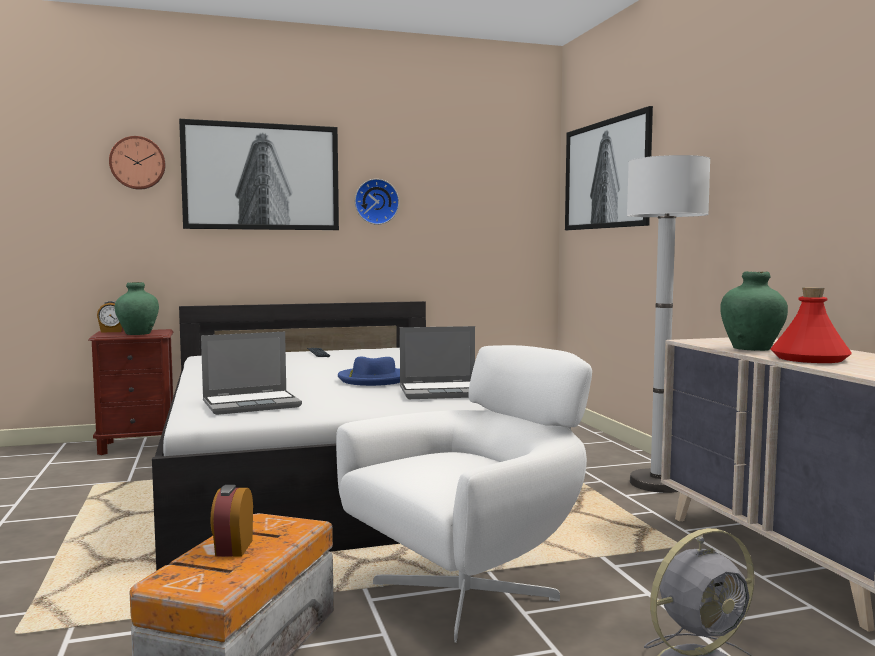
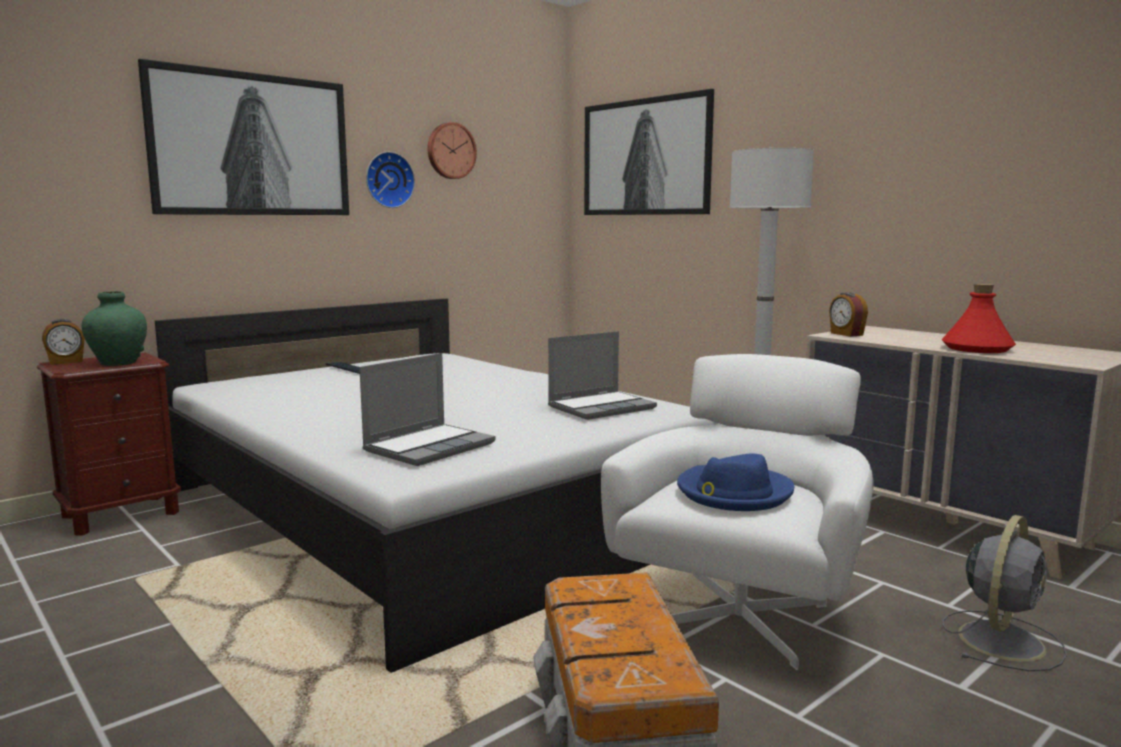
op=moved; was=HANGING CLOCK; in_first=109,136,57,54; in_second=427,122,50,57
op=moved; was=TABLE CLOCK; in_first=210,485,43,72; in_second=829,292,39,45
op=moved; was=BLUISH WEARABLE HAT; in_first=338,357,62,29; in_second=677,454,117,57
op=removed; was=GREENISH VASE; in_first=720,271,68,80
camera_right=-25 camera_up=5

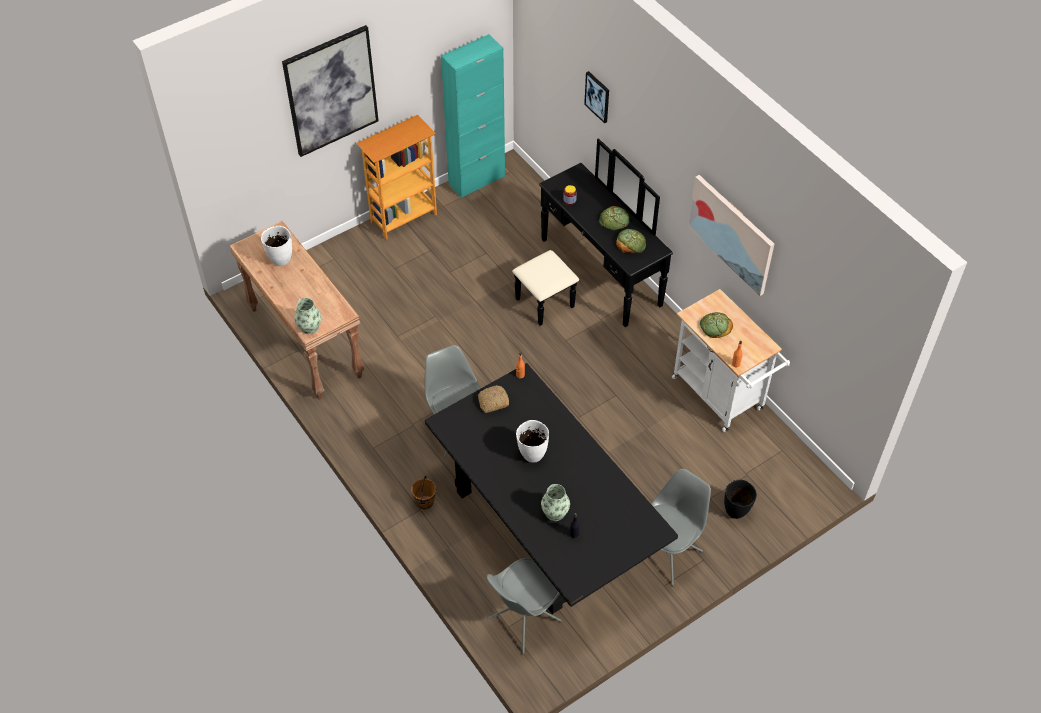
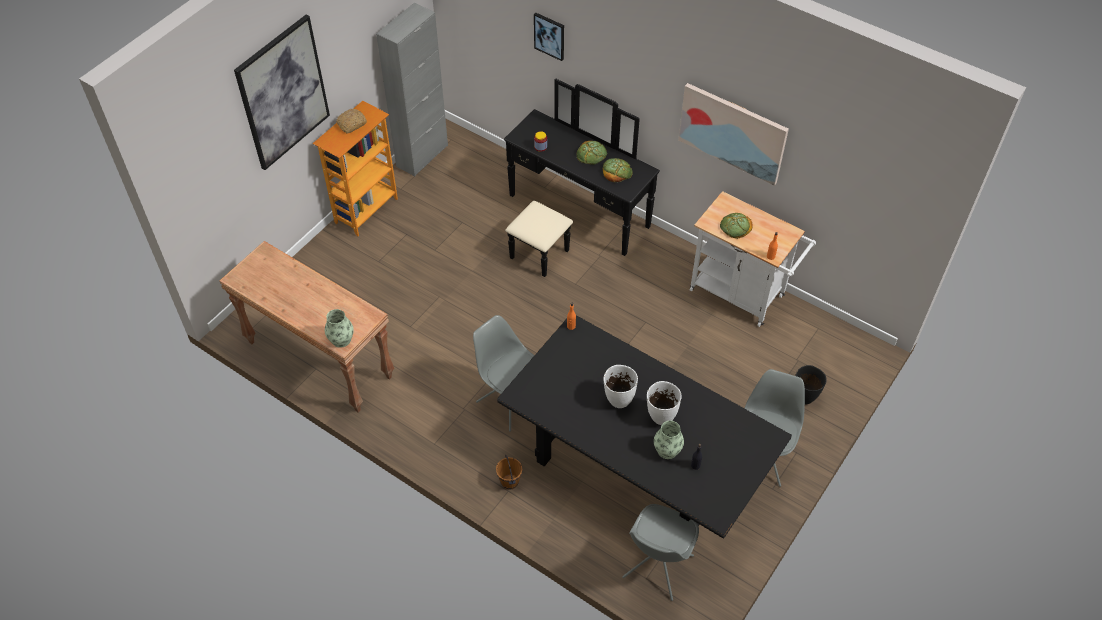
op=moved; was=WHITE-COLOURED VASE; in_first=261,226,31,40; in_second=647,381,35,44
op=recoloured; was=TURQUOISE-COLOURED CUPBOARD; now=GREY CUPBOARD; in_first=441,34,64,164; in_second=376,3,72,173
op=moved; was=BAKED BREAD; in_first=478,385,31,28; in_second=336,109,31,25
camera_right=-20 camera_up=0

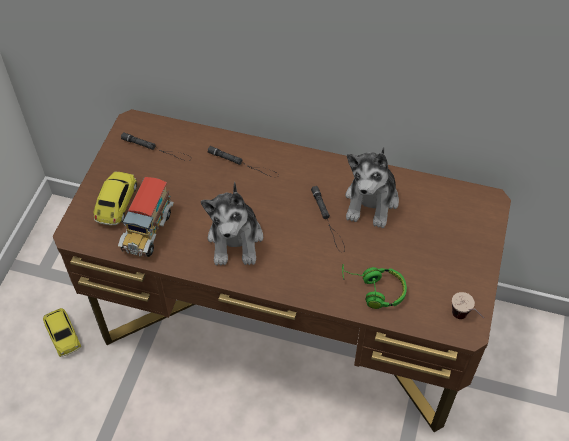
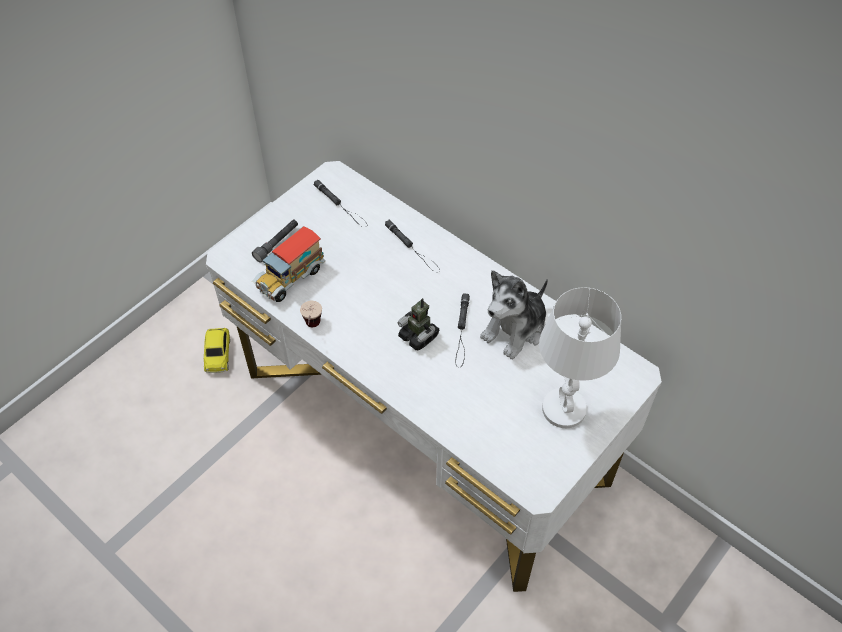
op=recoloured; was=BROWNISH DESK UNIT; now=WHITE-COLOURED DESK UNIT; in_first=53,109,458,323; in_second=206,161,456,431
op=replaced; was=MODEL CAR; now=GREY TORCH; in_first=93,171,44,54; in_second=252,220,46,43
op=removed; was=PLUSH TOY; in_first=201,182,62,84
op=removed; was=GREENISH PAIR OF HEADPHONES; in_first=342,264,65,45
op=moved; was=CUP; in_first=452,292,32,27; in_second=300,301,22,26
op=added; now=ROBOT FIGURE; in_second=397,298,42,52
op=added; now=WHITE-COLOURED TABLE LAMP; in_second=539,287,82,141
camera_right=25 camera_up=0

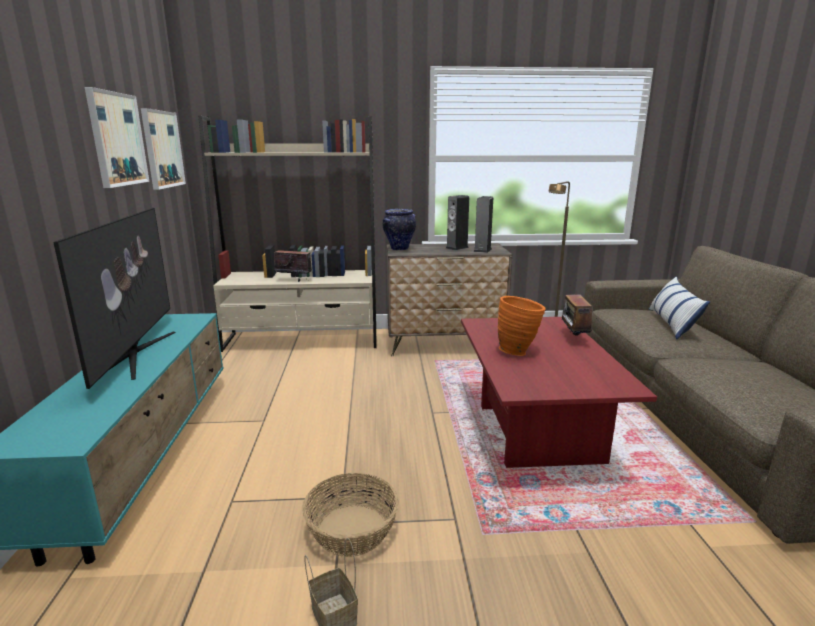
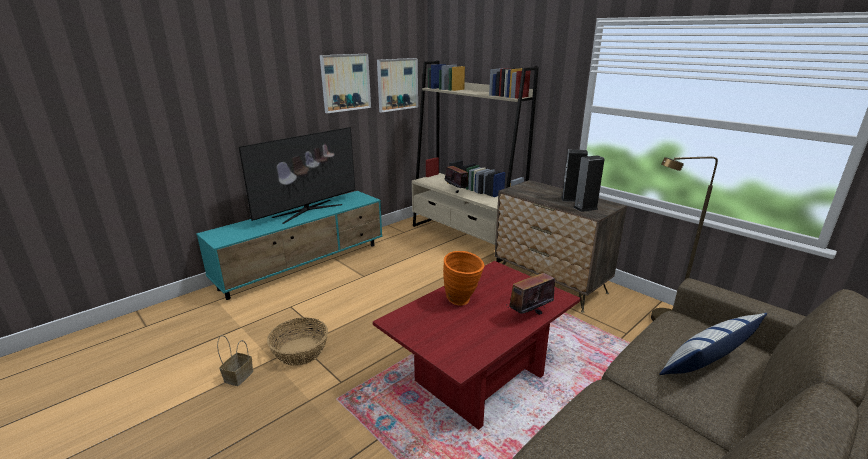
op=removed; was=VASE; in_first=383,209,33,42
camera_right=50 camera_up=5

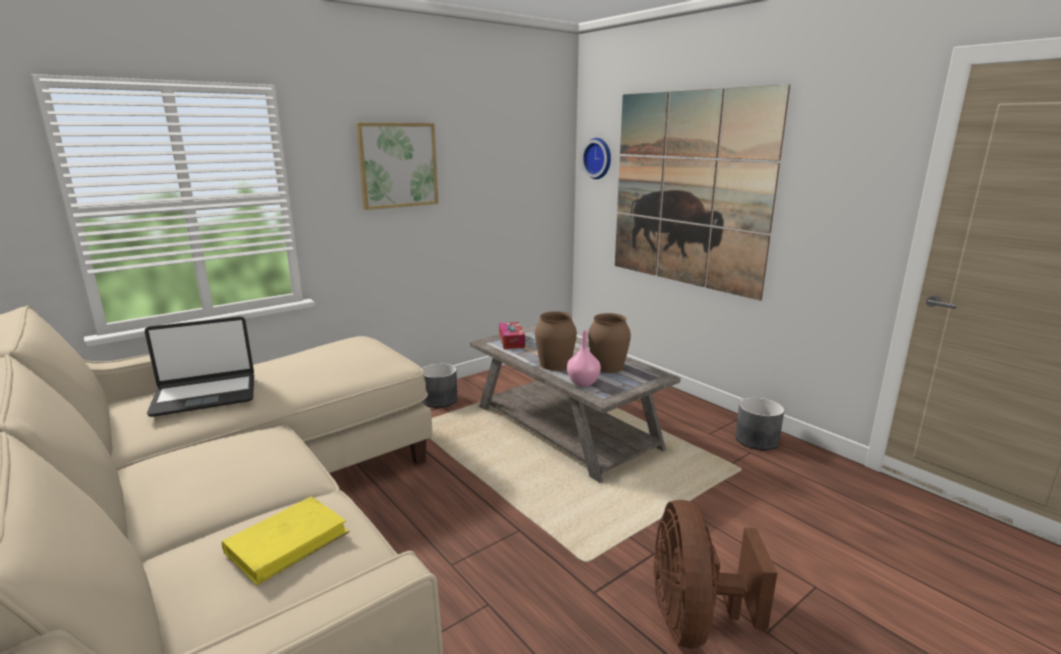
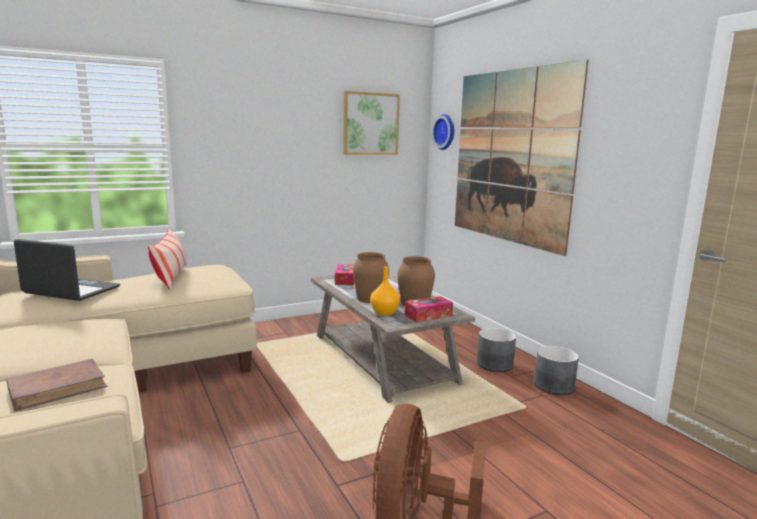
op=turned; was=PORTABLE COMPUTER; in_first=145,317,109,100; in_second=14,239,106,62; clockwise=-150
op=recoloured; was=YELLOWISH BOUND BOOK; now=BROWNISH BOUND BOOK; in_first=222,496,128,89; in_second=6,359,102,52
op=moved; was=WALL ART; in_first=356,123,82,87; in_second=343,91,57,64
op=moved; was=GREY FLOWER POT; in_first=422,363,35,45; in_second=477,328,39,44
op=recoloured; was=PINK VASE; now=ORANGEY VASE; in_first=567,331,34,55; in_second=370,266,30,50
op=added; now=THROW PILLOW; in_second=148,228,39,62
op=added; now=BOX OF TISSUES; in_second=404,296,49,26
camera_right=10 camera_up=-5

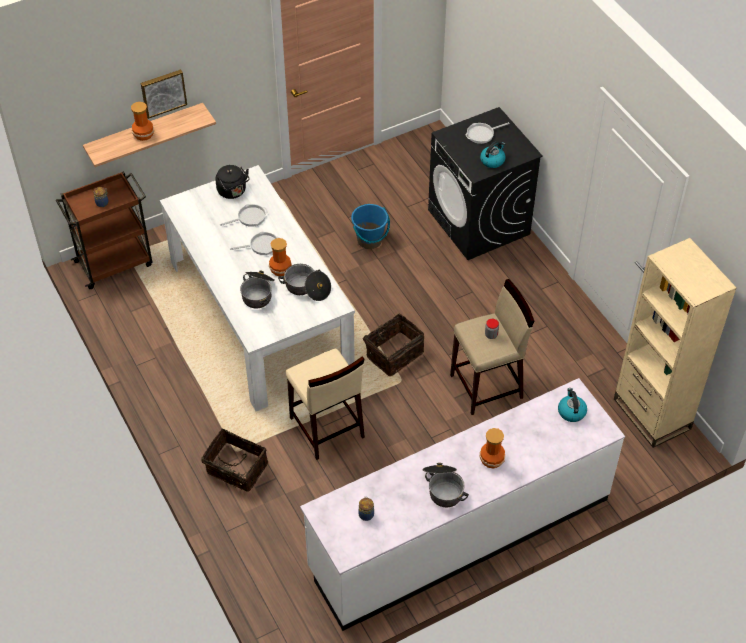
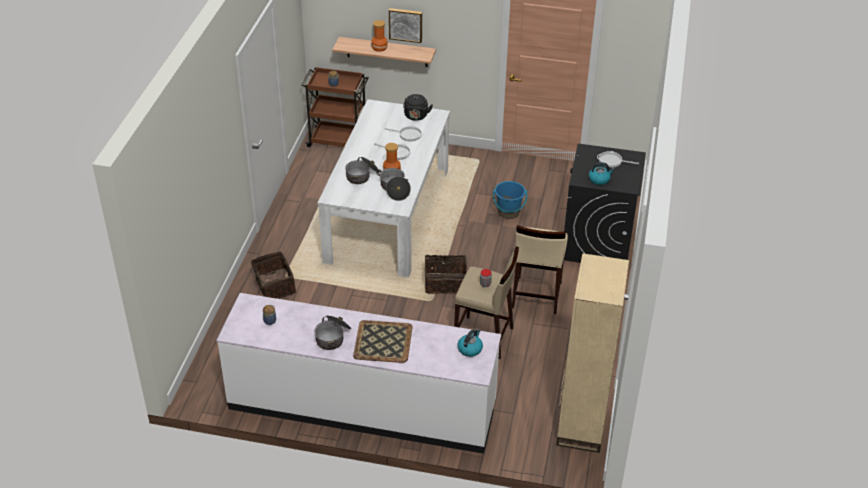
op=moved; was=BEIGE STOOL; in_first=286,348,79,112; in_second=512,225,56,89
op=replaced; was=VASE; now=TRAY; in_first=480,428,25,41; in_second=353,320,60,43
camera_right=40 camera_up=-10

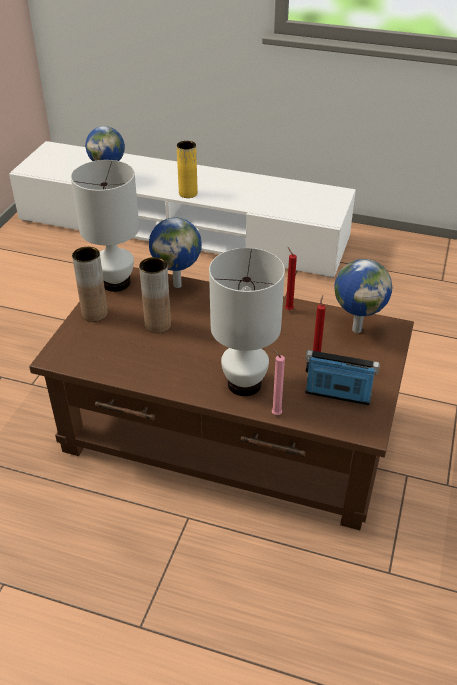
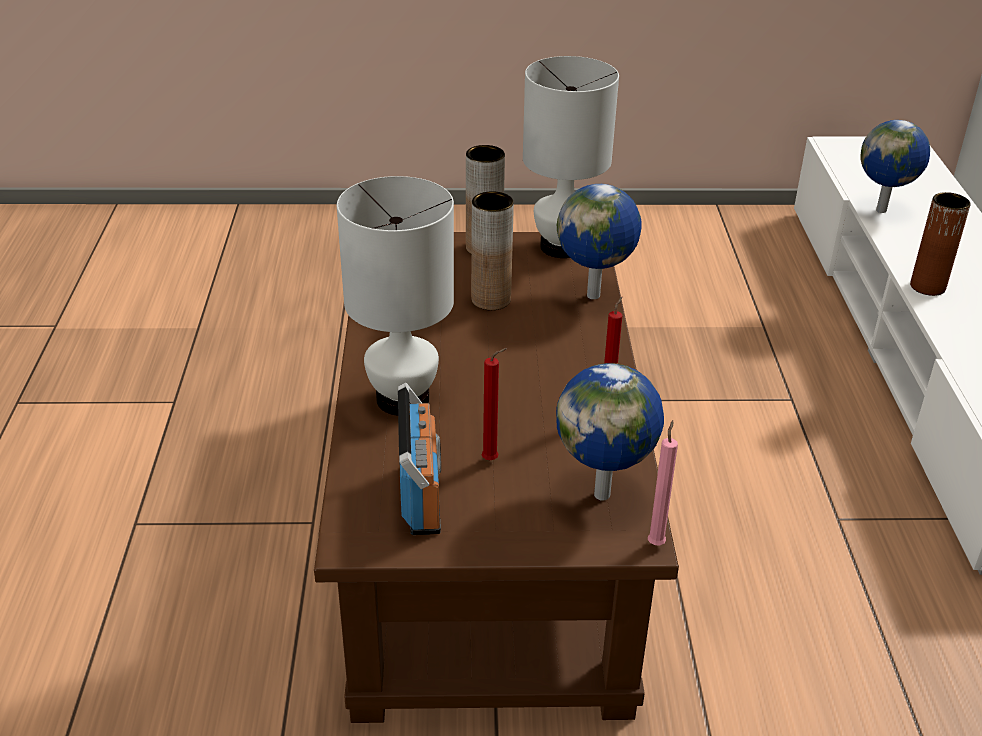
op=recoloured; was=YELLOWISH VASE; now=BROWNISH VASE; in_first=177,141,21,57; in_second=910,192,61,104
op=moved; was=PINK WAX LIGHT; in_first=272,348,13,67; in_second=648,420,30,125
camera_right=70 camera_up=-5

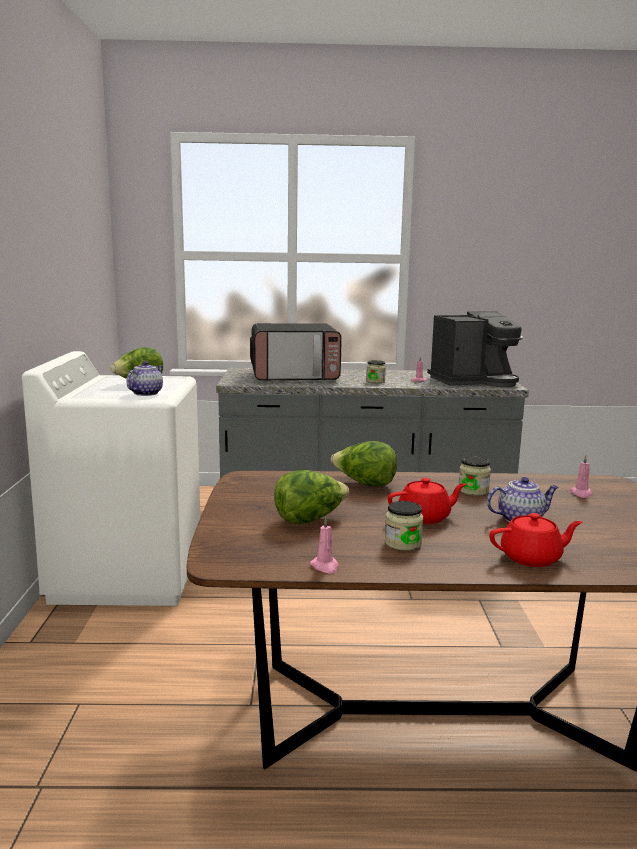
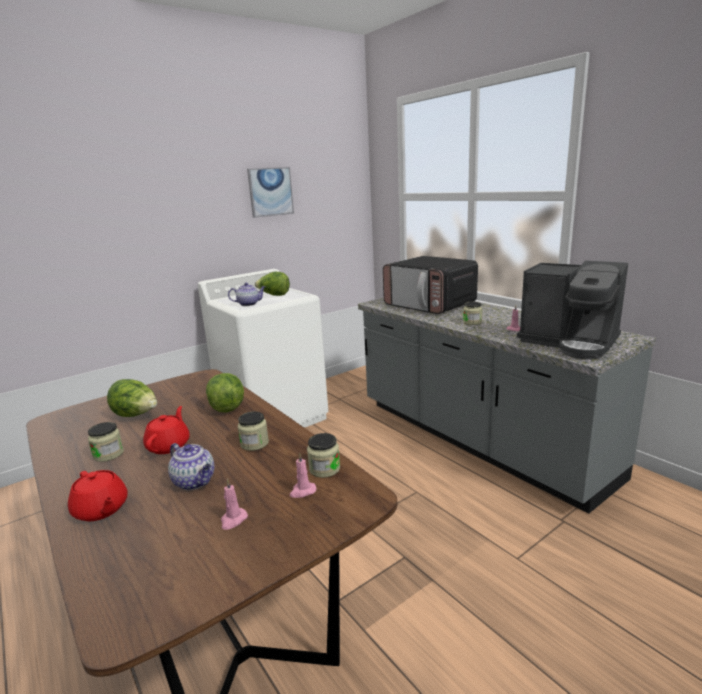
op=moved; was=PINK WAX LIGHT; in_first=310,517,29,57; in_second=221,479,27,51
op=turned; was=REDDISH POT FOR TEA; in_first=388,478,79,46; in_second=143,406,47,48; clockwise=-120
op=added; now=WALL ART; in_second=247,167,47,51
op=added; now=STORAGE JAR; in_second=307,433,33,45
camera_right=55 camera_up=5

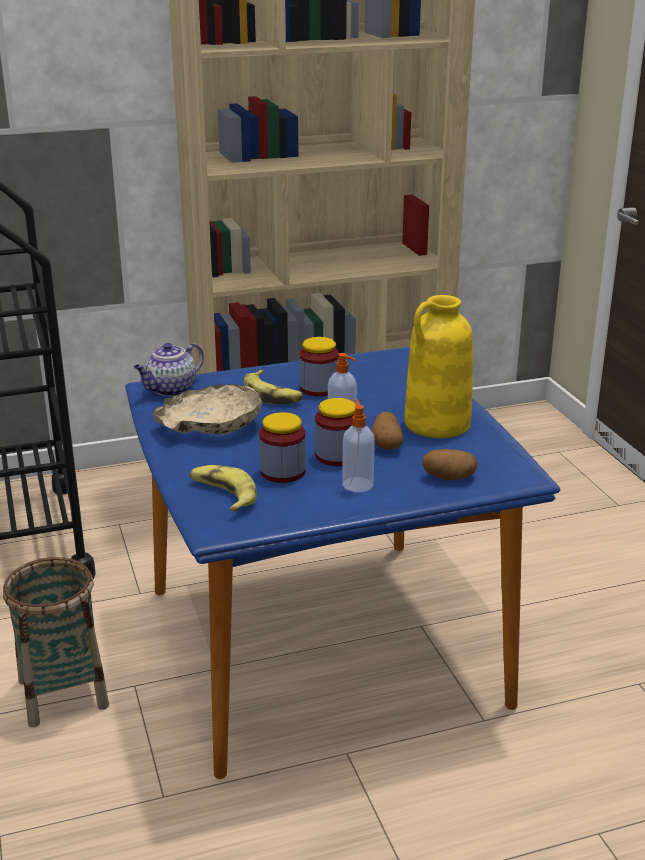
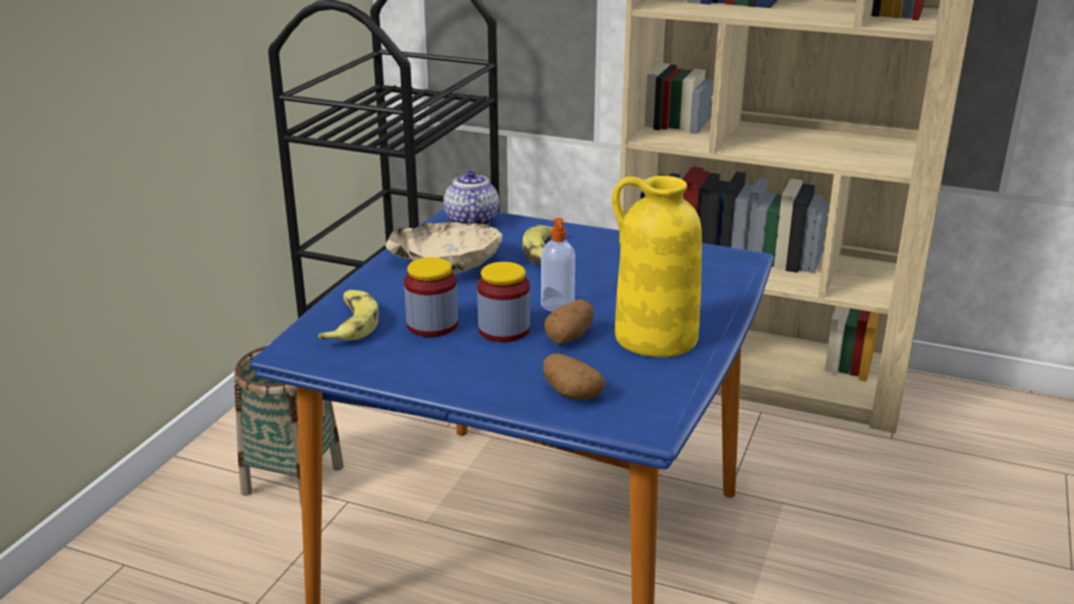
op=turned; was=POT FOR TEA; in_first=134,343,70,53; in_second=443,170,56,55; clockwise=90
op=removed; was=STORAGE JAR; in_first=299,337,40,60
op=removed; was=SOAP DISPENSER; in_first=342,399,33,94
camera_right=40 camera_up=0

